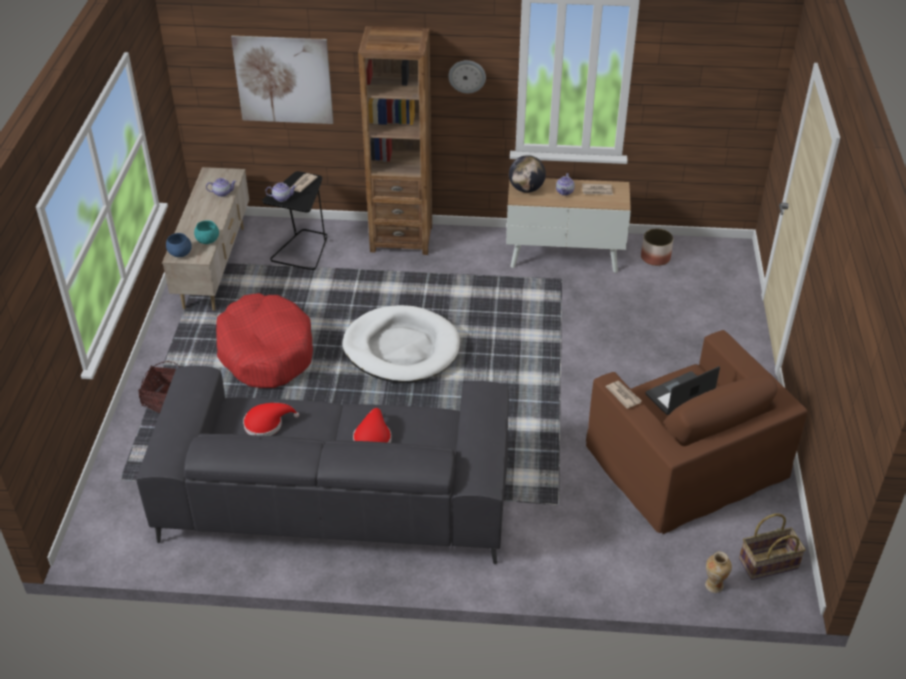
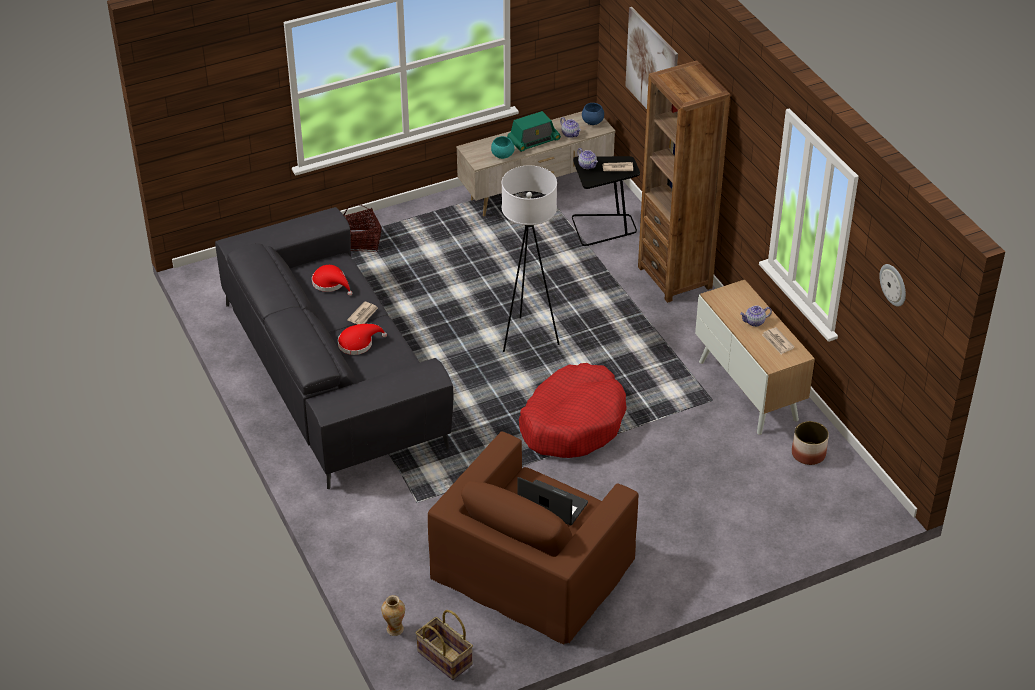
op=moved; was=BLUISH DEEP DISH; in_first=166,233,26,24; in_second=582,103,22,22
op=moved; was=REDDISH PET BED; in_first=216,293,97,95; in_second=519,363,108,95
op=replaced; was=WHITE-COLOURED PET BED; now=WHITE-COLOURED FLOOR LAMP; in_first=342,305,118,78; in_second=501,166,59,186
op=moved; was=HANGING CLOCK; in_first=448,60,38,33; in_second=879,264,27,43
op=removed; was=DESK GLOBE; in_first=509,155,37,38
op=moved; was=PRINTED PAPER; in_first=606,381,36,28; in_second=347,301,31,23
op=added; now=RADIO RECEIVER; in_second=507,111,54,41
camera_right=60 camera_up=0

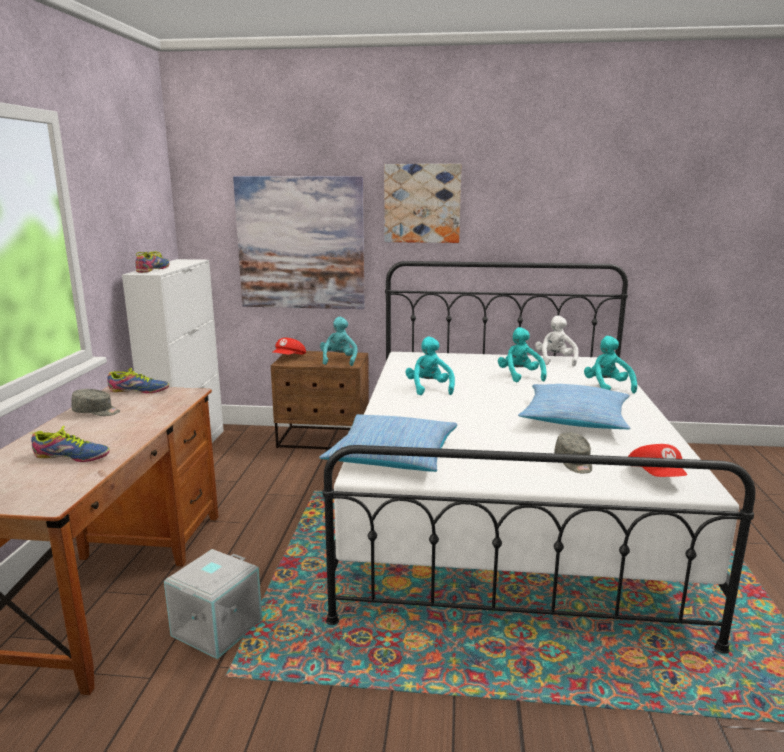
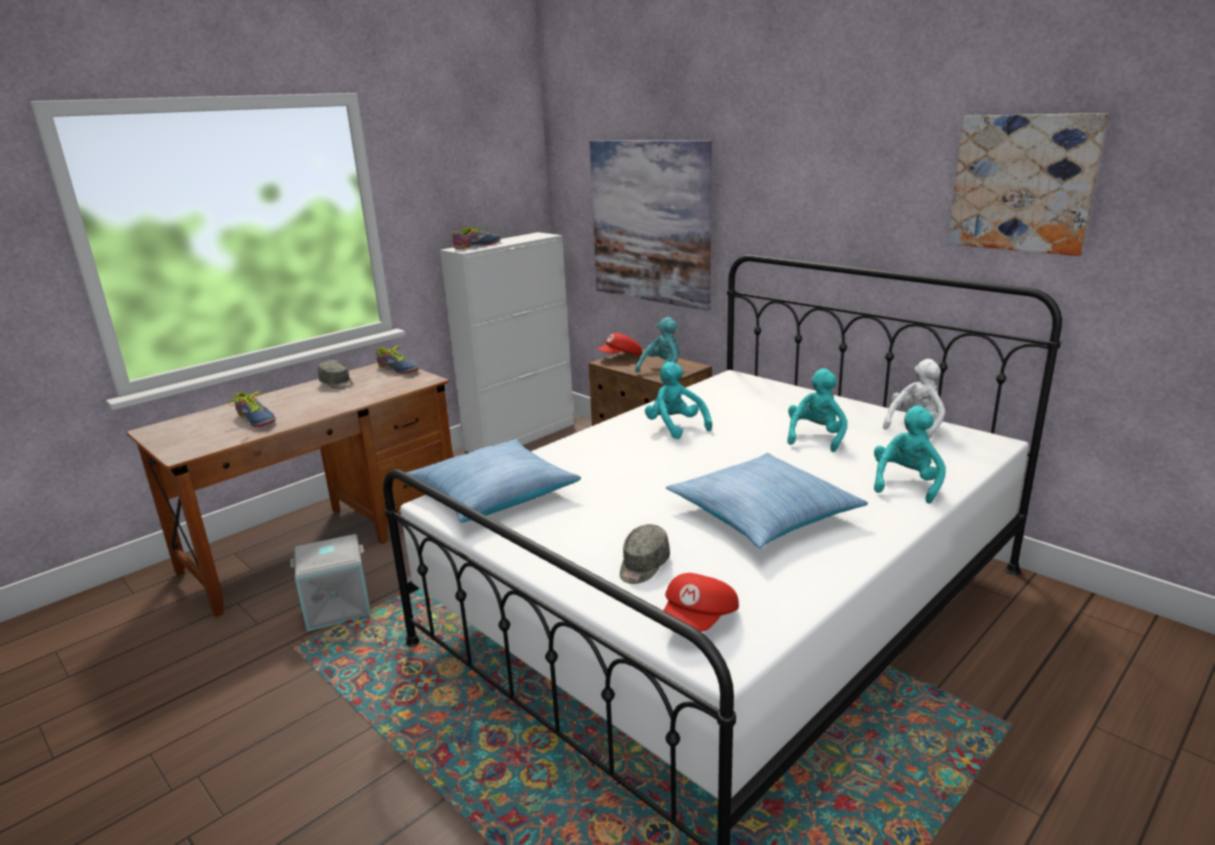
op=moved; was=WALL ART; in_first=384,164,77,79; in_second=948,113,161,143
op=turned; was=TURQUOISE-COLOURED PLUSH TOY; in_first=406,337,49,58; in_second=645,362,67,77; clockwise=-60
camera_right=40 camera_up=5

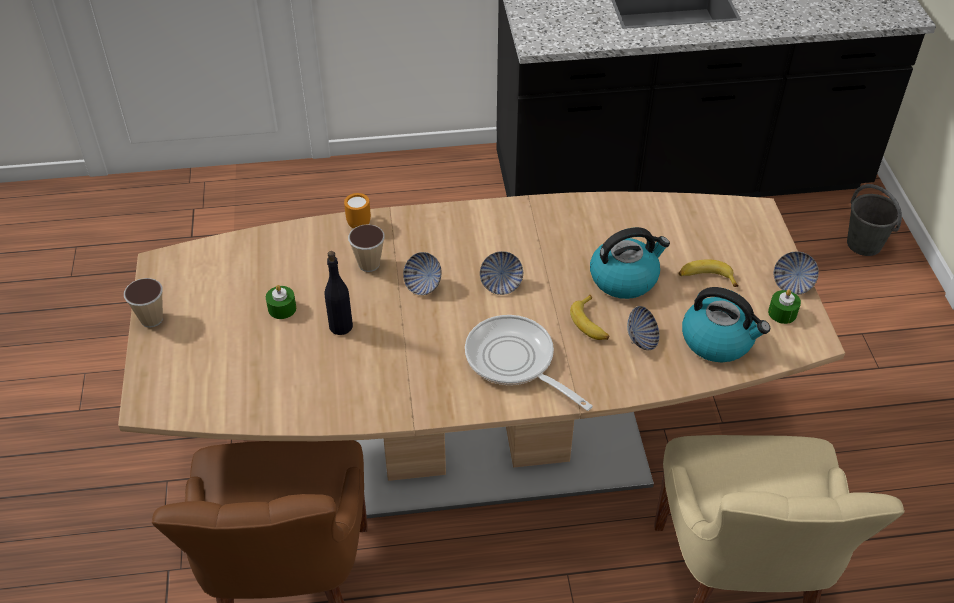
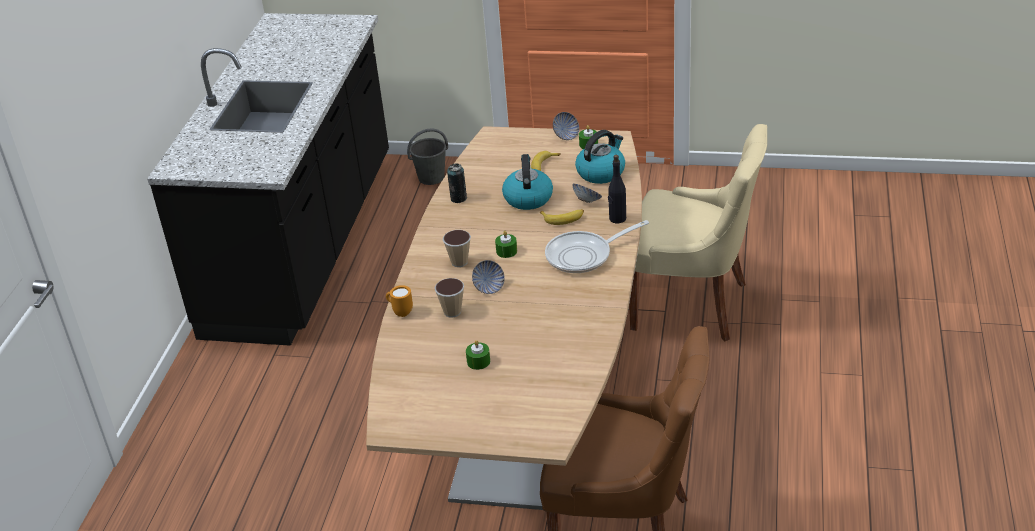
op=moved; was=CUP; in_first=124,278,39,50; in_second=442,230,29,37
op=moved; was=BLACK BOTTLE; in_first=325,251,28,84; in_second=608,155,18,68
op=replaced; was=DEEP DISH; now=GREENISH WAX LIGHT; in_first=480,251,43,44; in_second=495,231,22,27
op=added; now=CAN; in_second=447,164,20,39
camera_right=-70 camera_up=-10

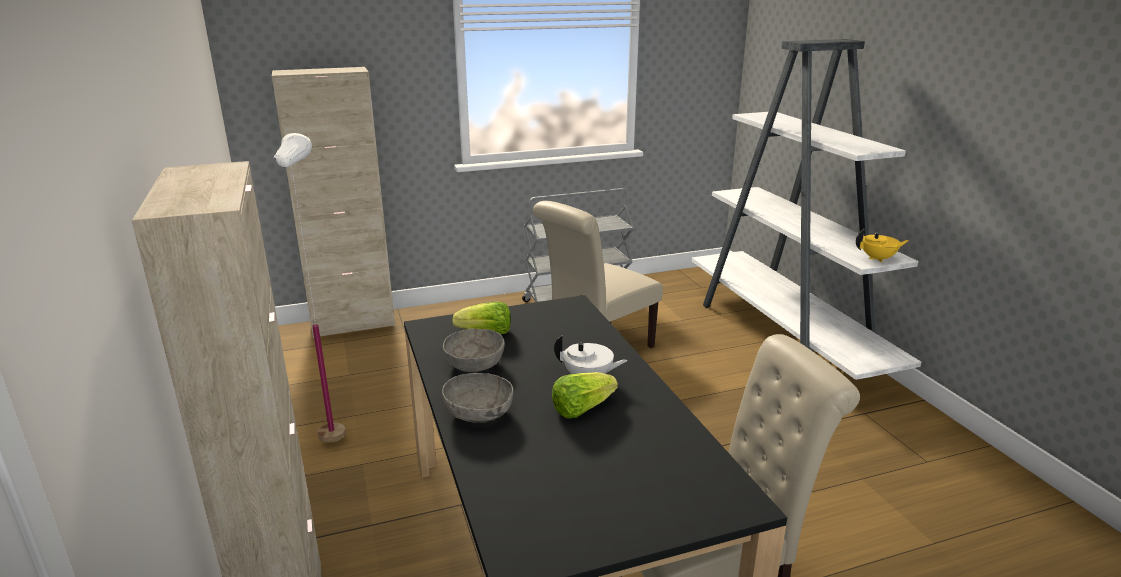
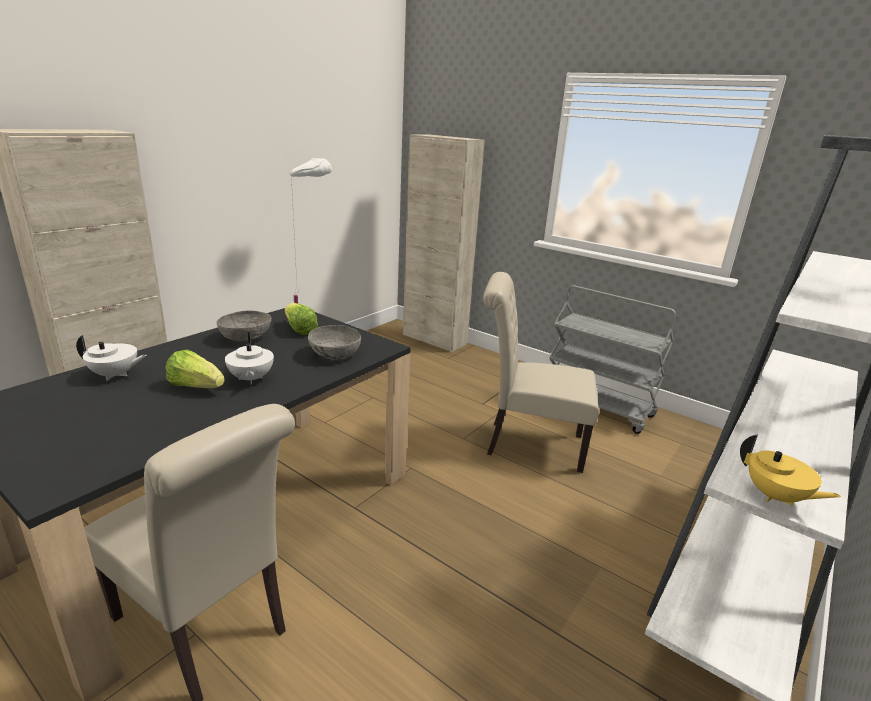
op=moved; was=GREY DEEP DISH; in_first=442,373,72,50; in_second=308,325,53,35
op=added; now=WHITE-COLOURED POT FOR TEA; in_second=76,335,71,46
camera_right=55 camera_up=0

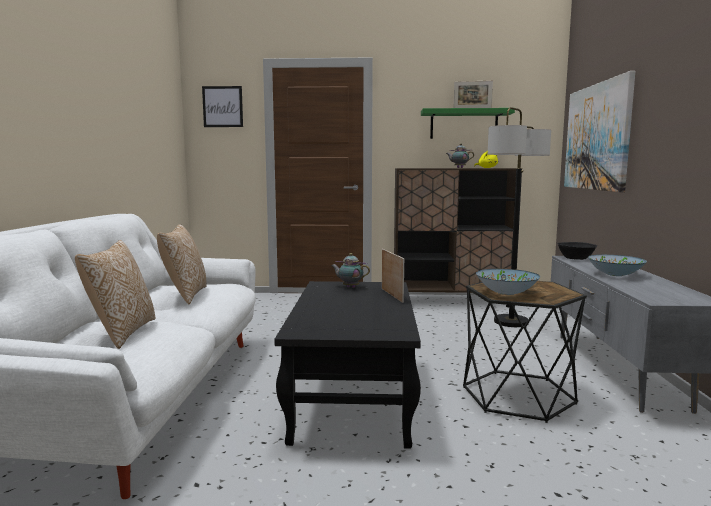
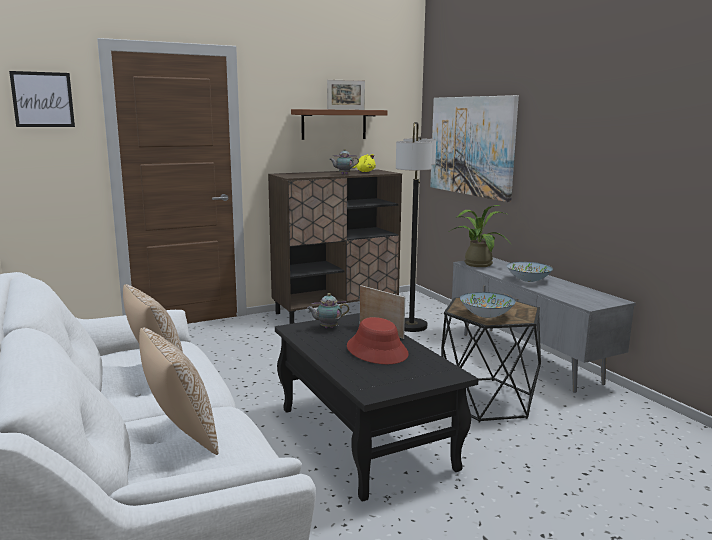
op=recoloured; was=GREENISH SHELF; now=BROWNISH SHELF; in_first=421,108,94,31; in_second=291,109,96,31
op=replaced; was=BLACK DEEP DISH; now=PLANT IN A POT; in_first=557,242,40,18; in_second=450,205,62,62
op=added; now=REDDISH WEARABLE HAT; in_second=347,317,62,47
camera_right=-30 camera_up=5

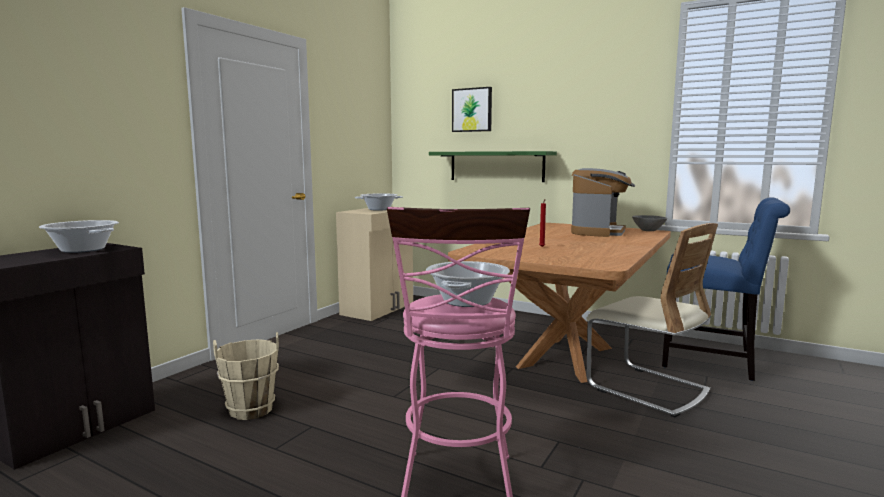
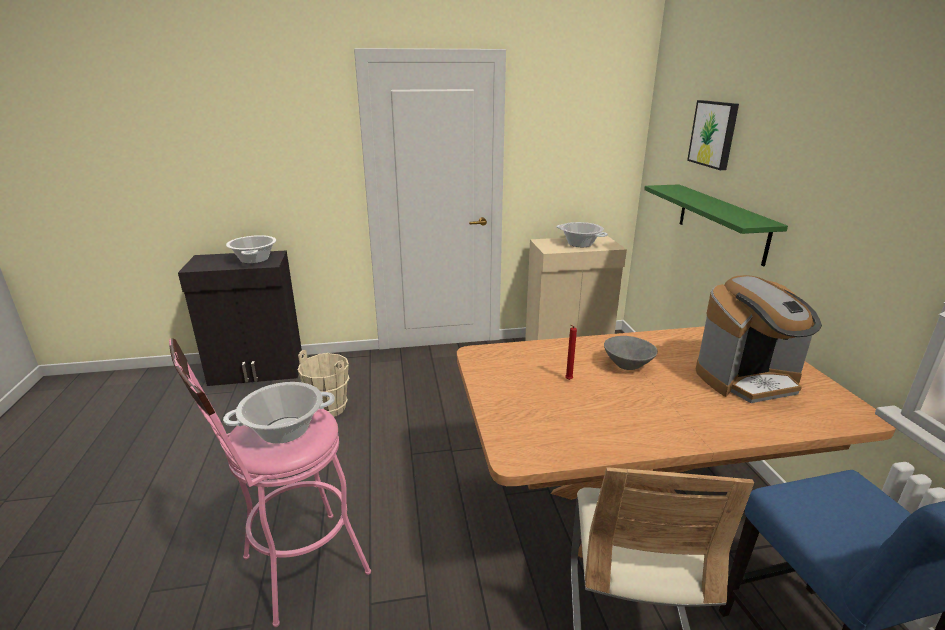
op=moved; was=GREY DEEP DISH; in_first=632,215,35,16; in_second=604,336,54,34
camera_right=50 camera_up=15

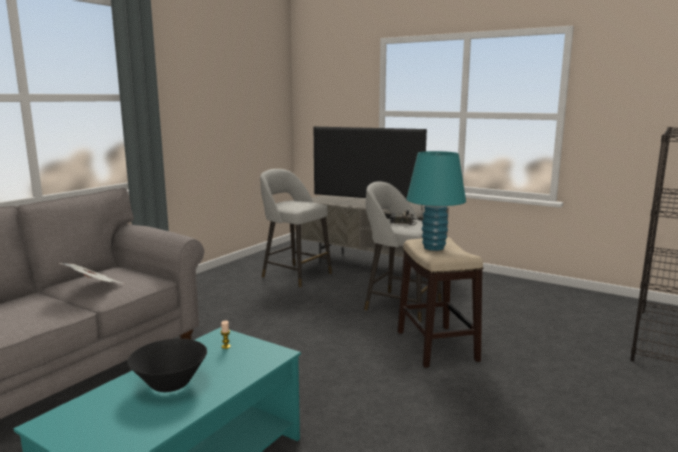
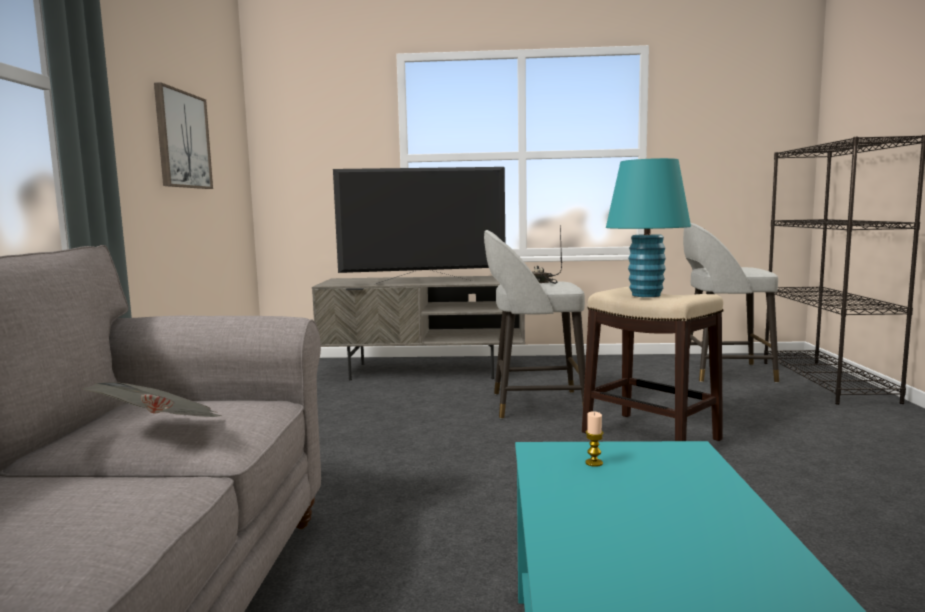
op=removed; was=BLACK DEEP DISH; in_first=127,339,80,53
op=moved; was=GREY STOOL; in_first=260,169,72,119; in_second=683,223,96,160
op=added; now=WALL ART; in_second=154,82,59,107
camera_right=-30 camera_up=-5

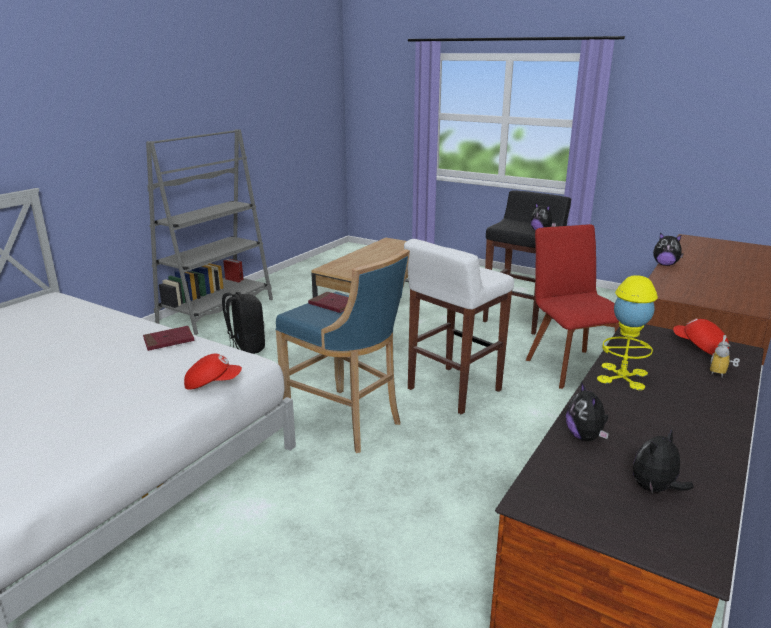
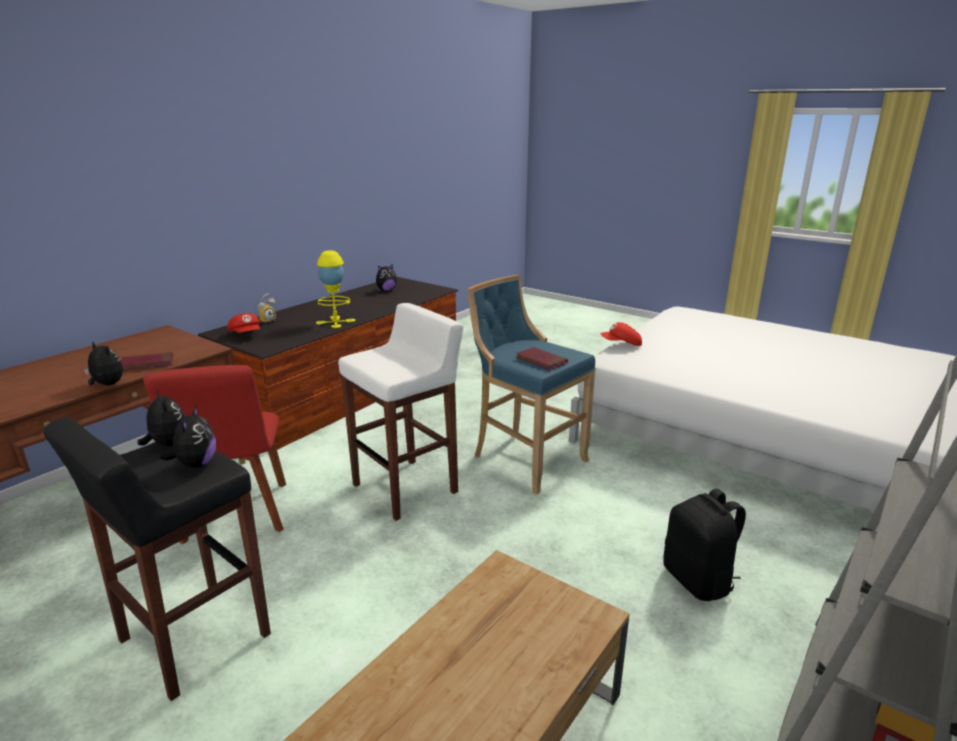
op=moved; was=REDDISH BOUND BOOK; in_first=143,326,51,25; in_second=121,352,52,19
op=moved; was=PLUSH TOY; in_first=566,382,43,59; in_second=160,405,56,63
camera_right=-175 camera_up=0

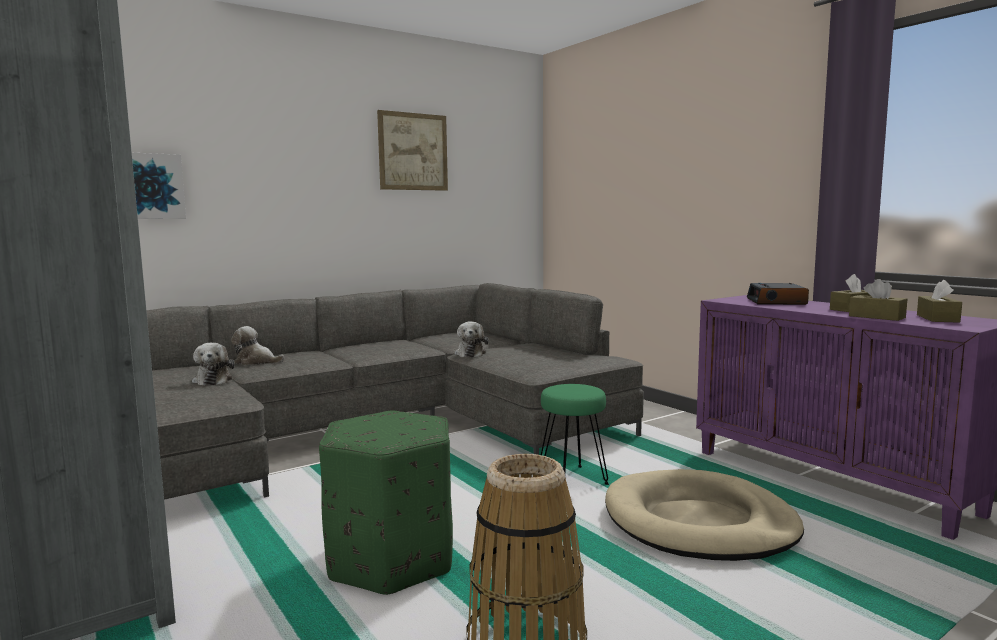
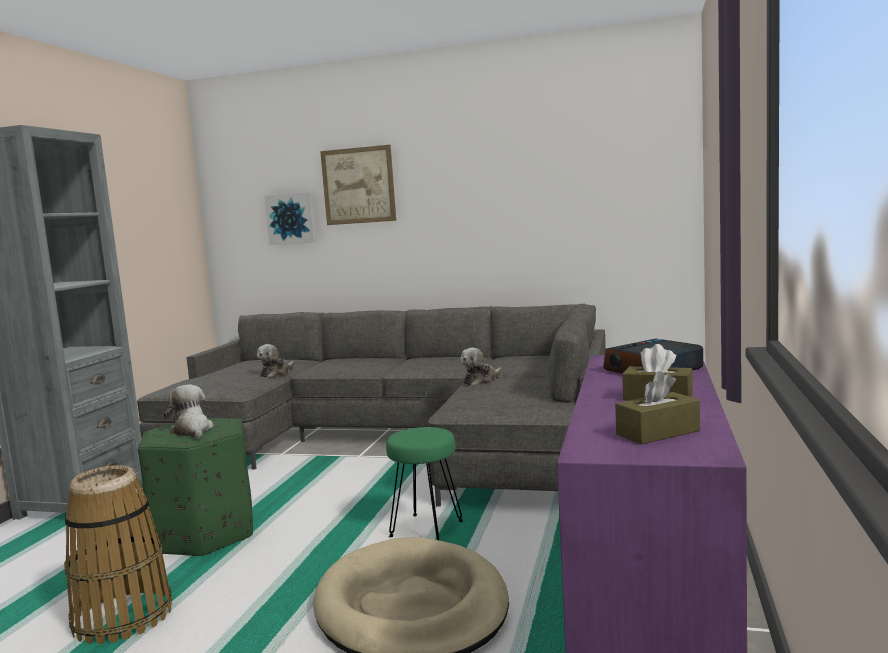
op=moved; was=PLUSH TOY; in_first=231,326,53,39; in_second=164,384,50,54
op=moved; was=WALL ART; in_first=377,110,71,81; in_second=320,145,76,80
op=removed; was=BROWNISH BOX OF TISSUES; in_first=849,279,58,42
camera_right=50 camera_up=0

